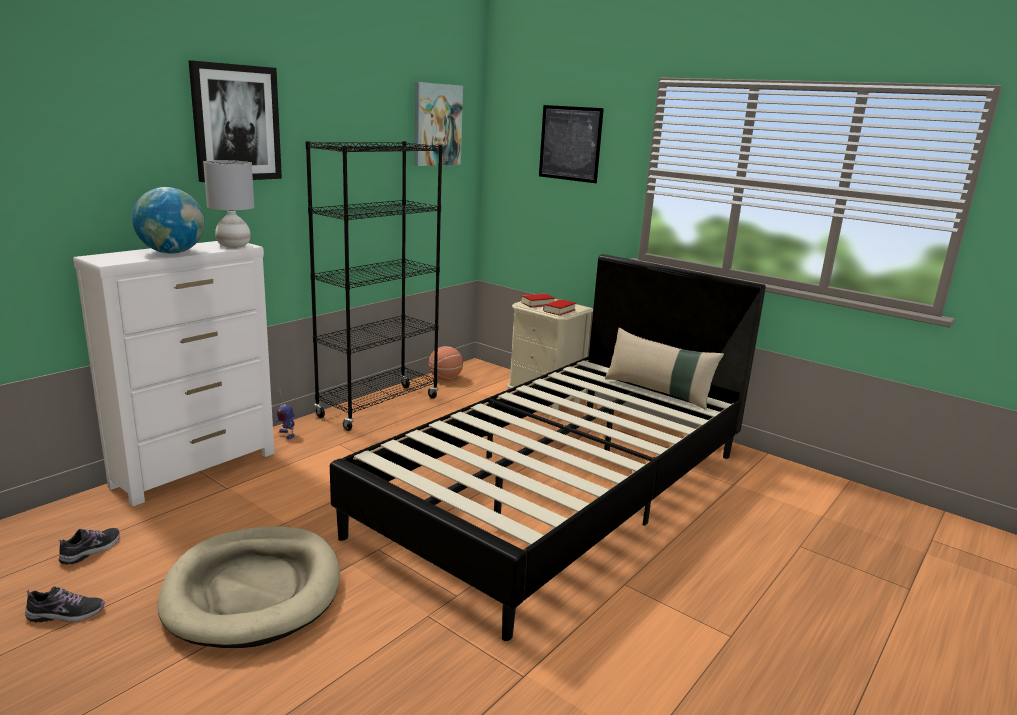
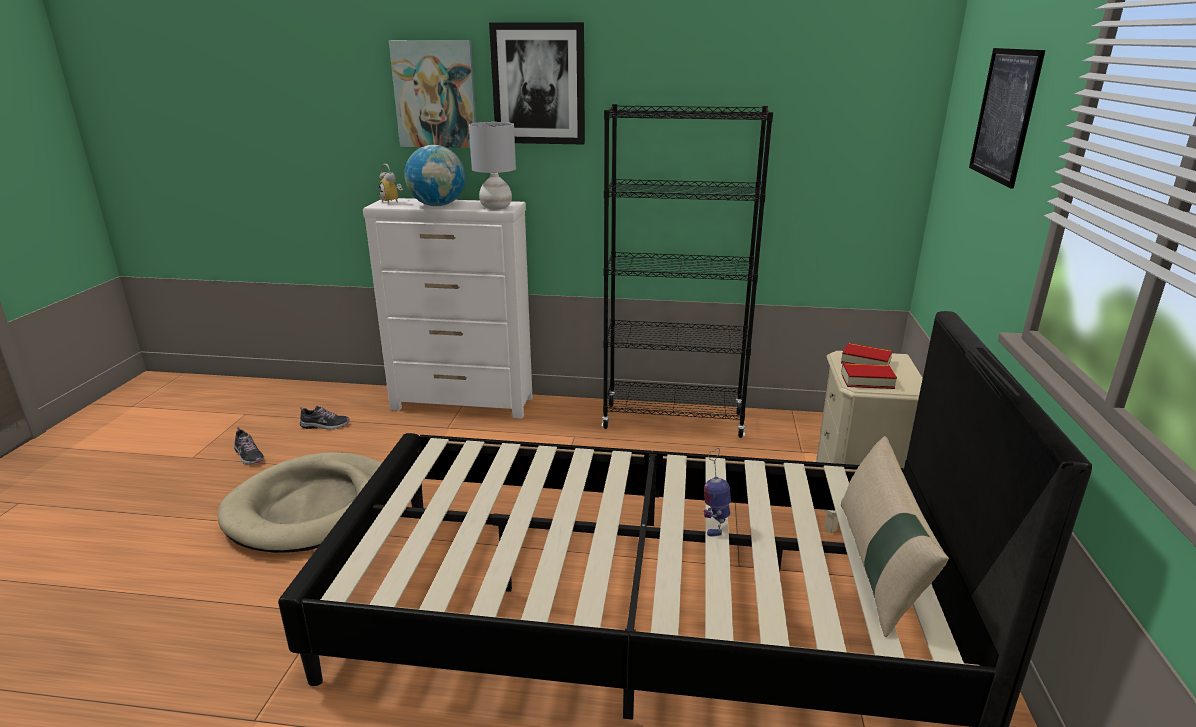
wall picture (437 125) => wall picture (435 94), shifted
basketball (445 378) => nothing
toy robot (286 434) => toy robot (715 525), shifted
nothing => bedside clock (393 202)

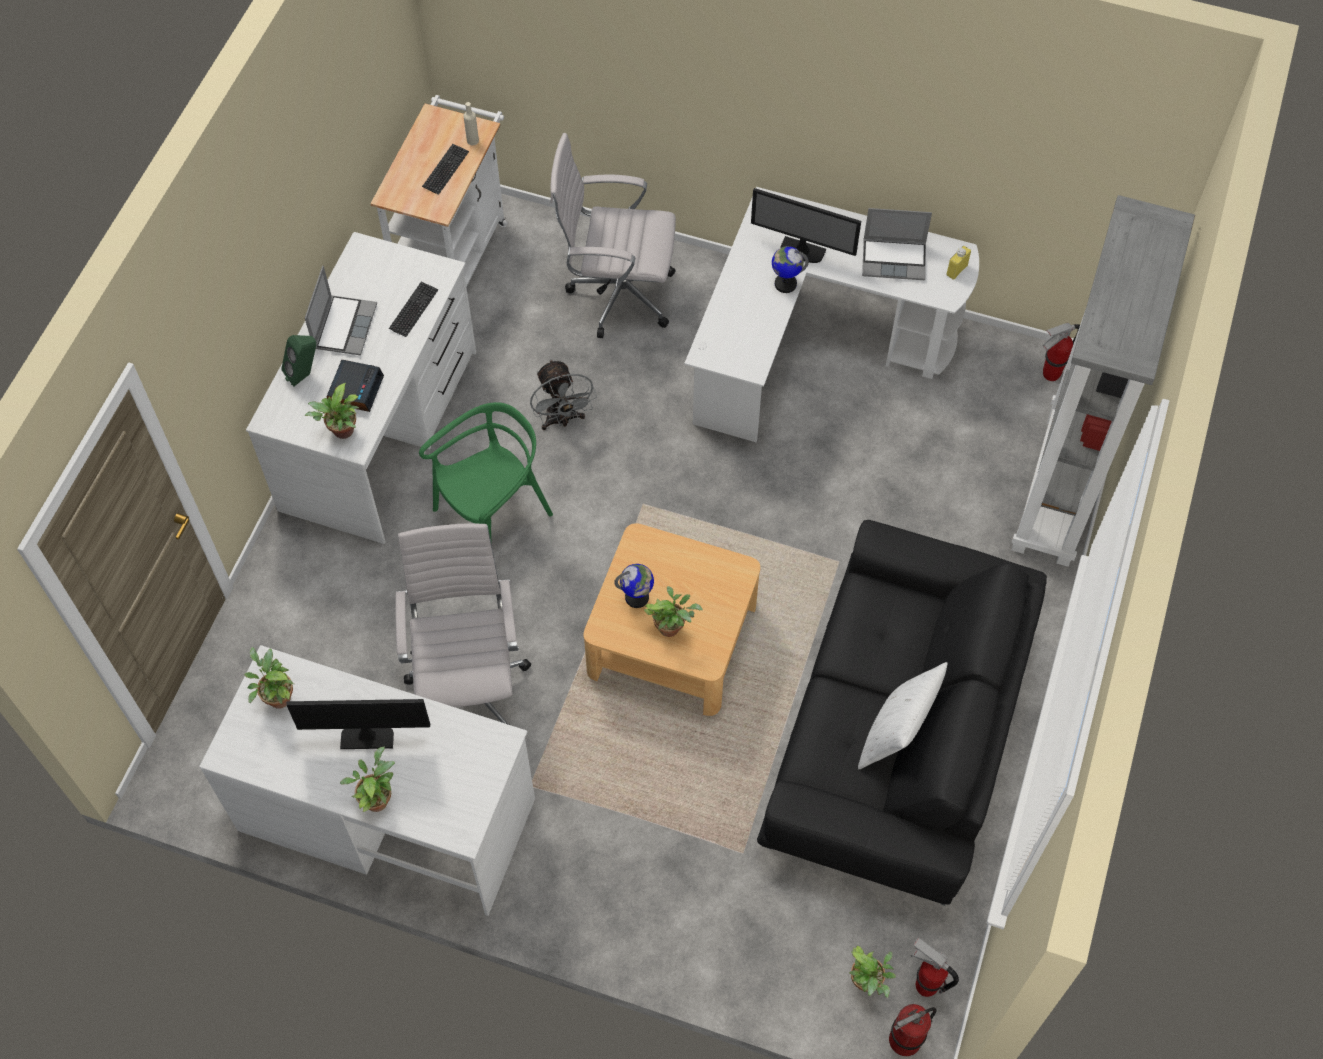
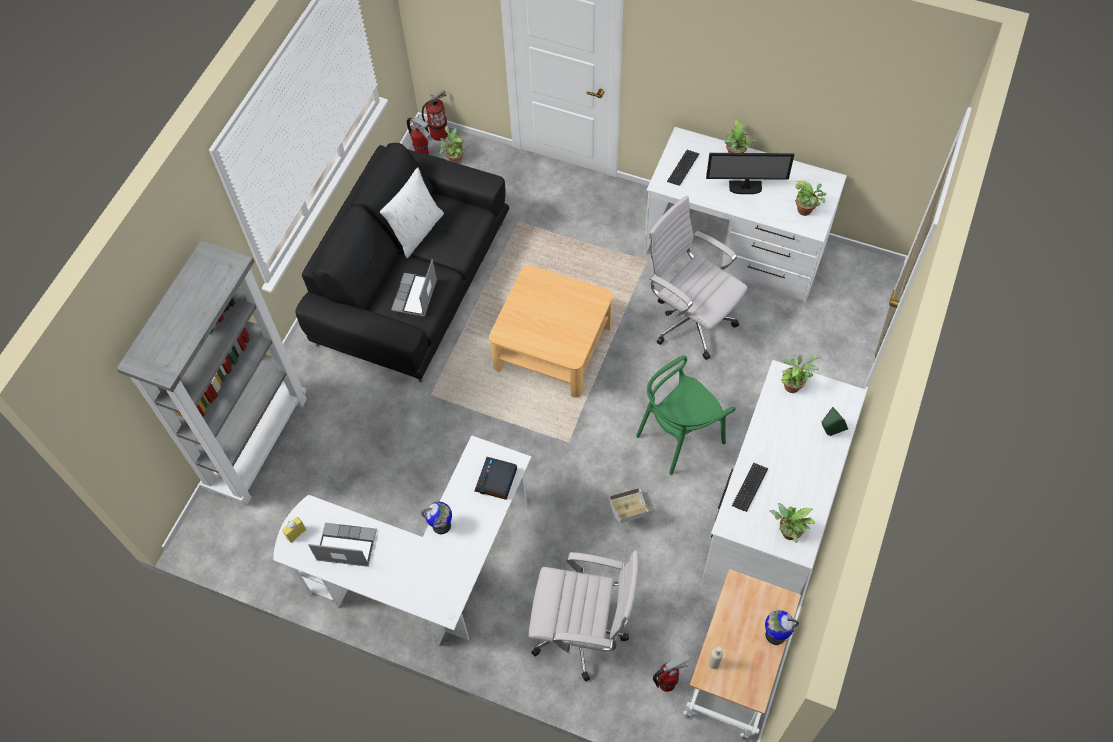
computer keyboard (445 170) => computer keyboard (683 168), shifted
computer display (802 251) => nothing
laptop (344 326) => laptop (415 296), shifted
fire extinguisher (1050 374) => fire extinguisher (667 684), shifted
grey fan (562 420) => cardboard box (629 513)
bedside clock (355 389) => bedside clock (496 481), shifted
whitish office chair (469 684) => whitish office chair (689 320), 135 degrees clockwise
world globe (637 597) => world globe (775 634), shifted
plant in a pot (672 627) => plant in a pot (787 533), shifted

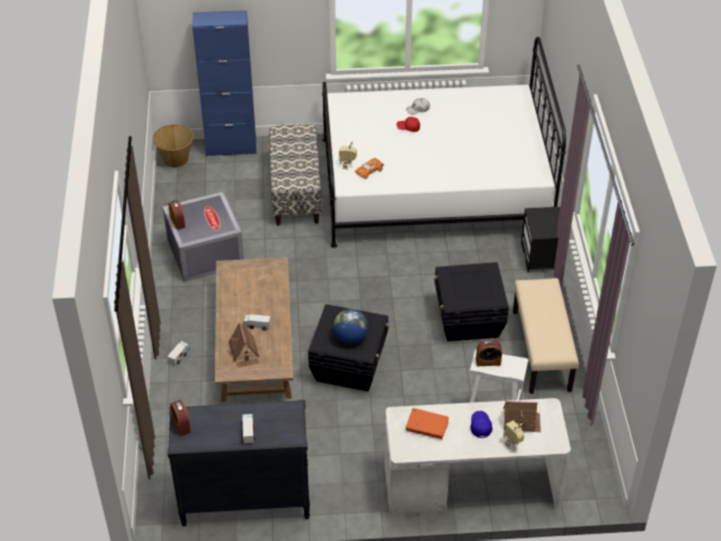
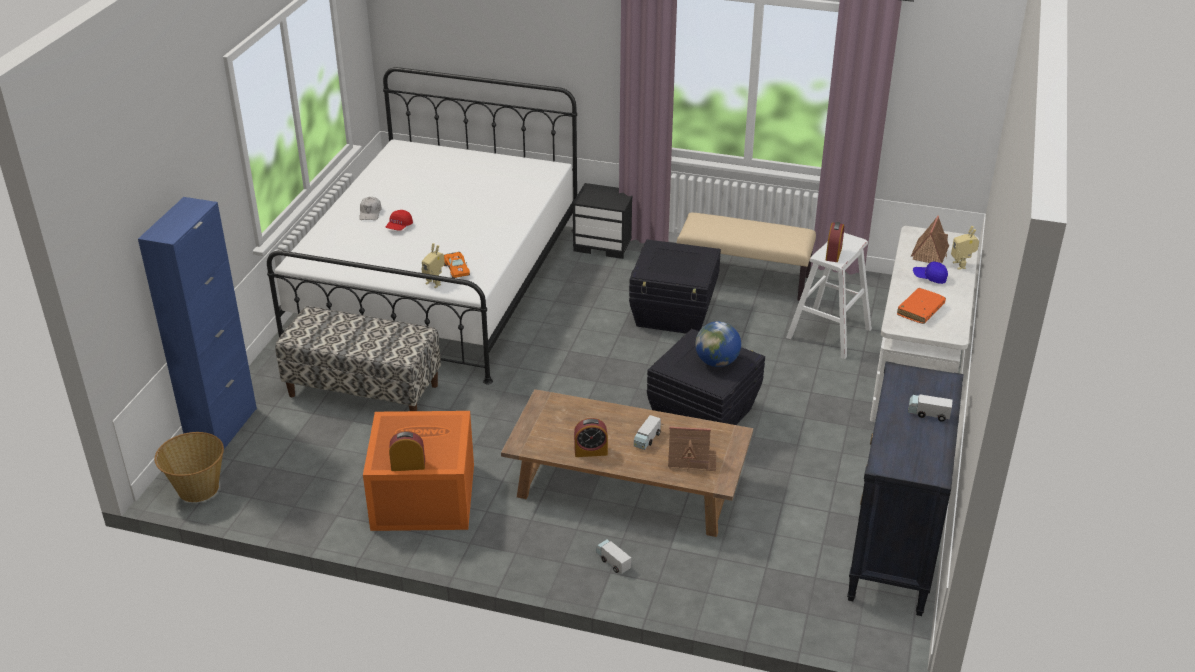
grey storage bin (204 252) => orangey storage bin (421 498)
bedside clock (181 425) => bedside clock (591 451), shifted

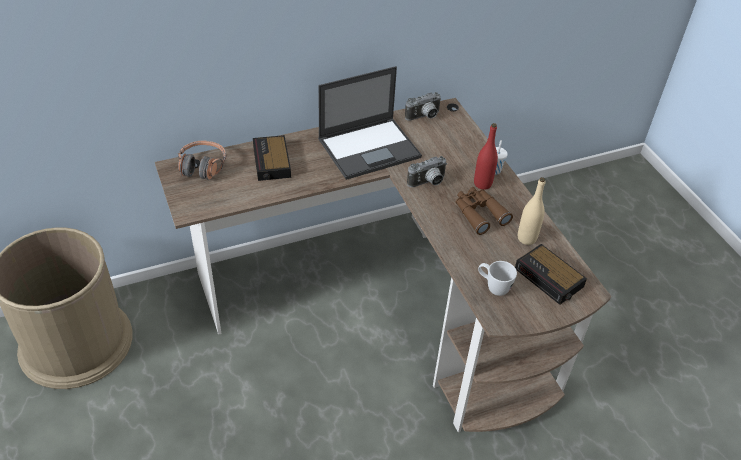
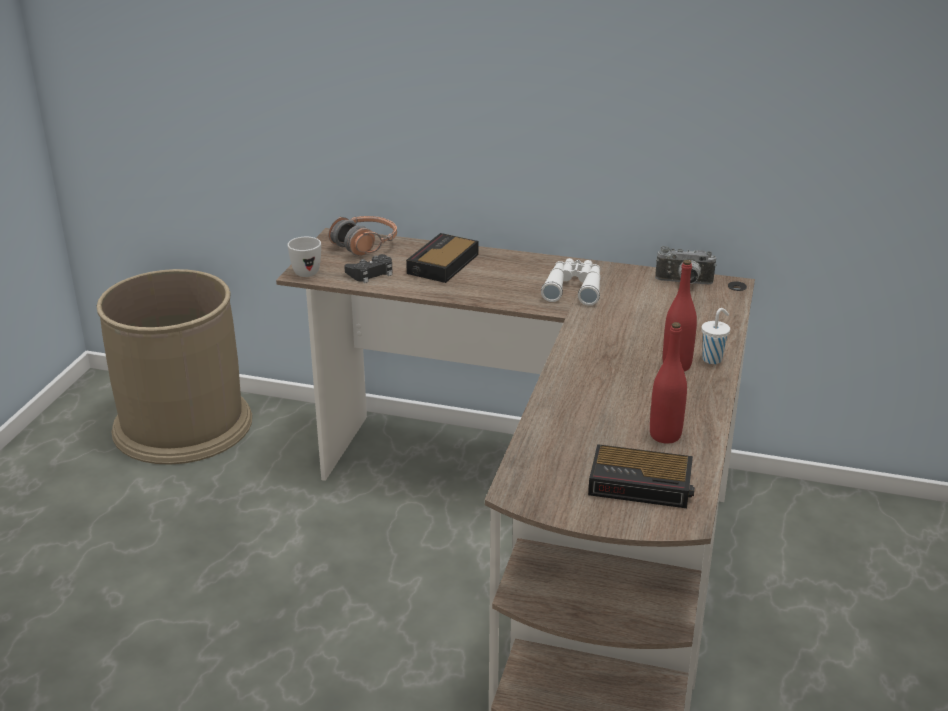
laptop (370 148) => whitish field glasses (574 288)
photo camera (428 183) => nothing
beige-coloured beverage bottle (526 238) => reddish beverage bottle (665 435)
brown-coloured field glasses (479 213) => nothing
bedside clock (550 278) => bedside clock (642 484), 75 degrees counterclockwise
whitish coffee mug (493 287) => whitish coffee mug (305 271), shifted
nothing => black joypad (371 273)

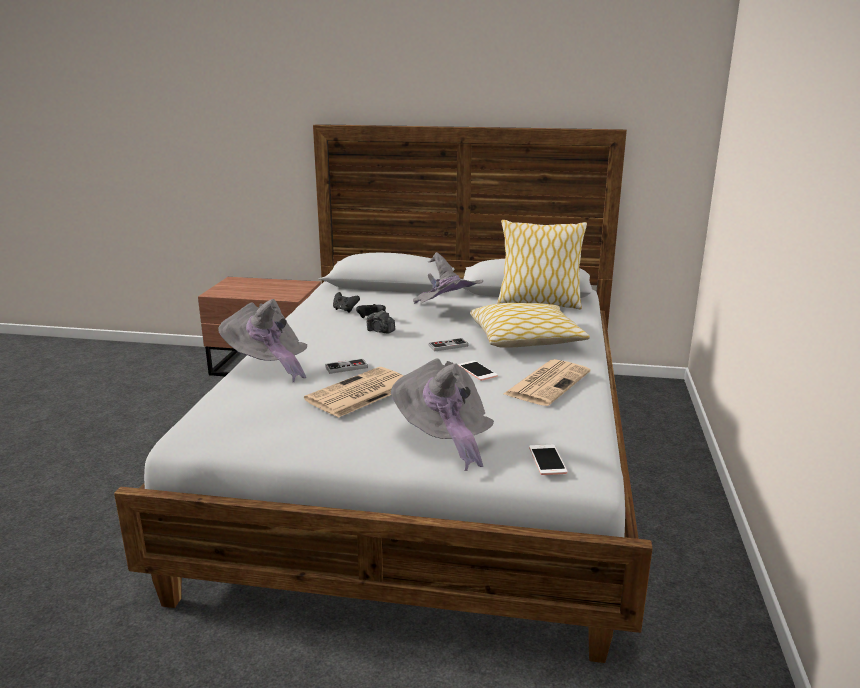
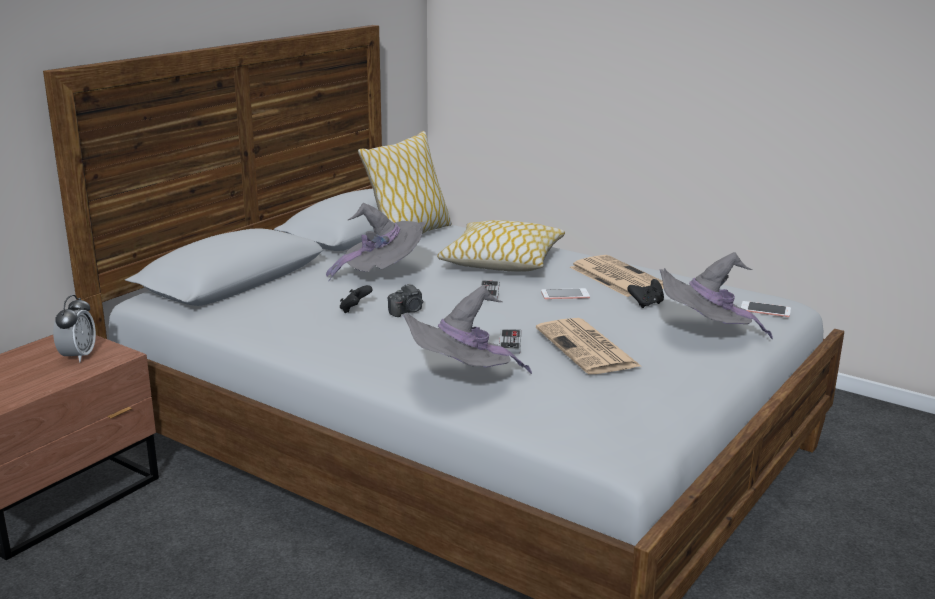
black joypad (345 310) => black joypad (646 304), shifted
nothing => bedside clock (78 356)

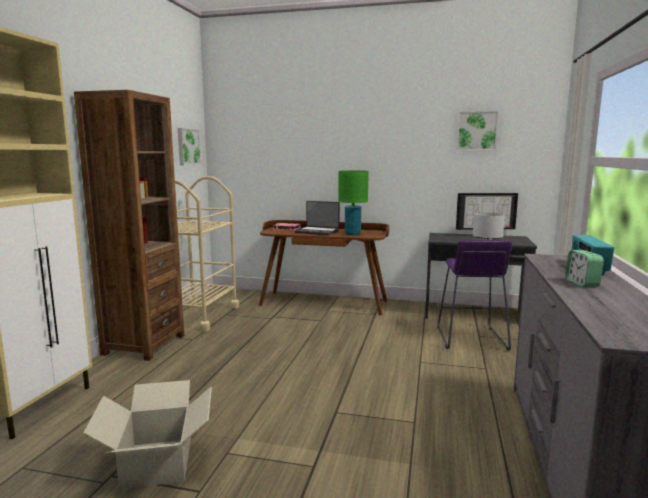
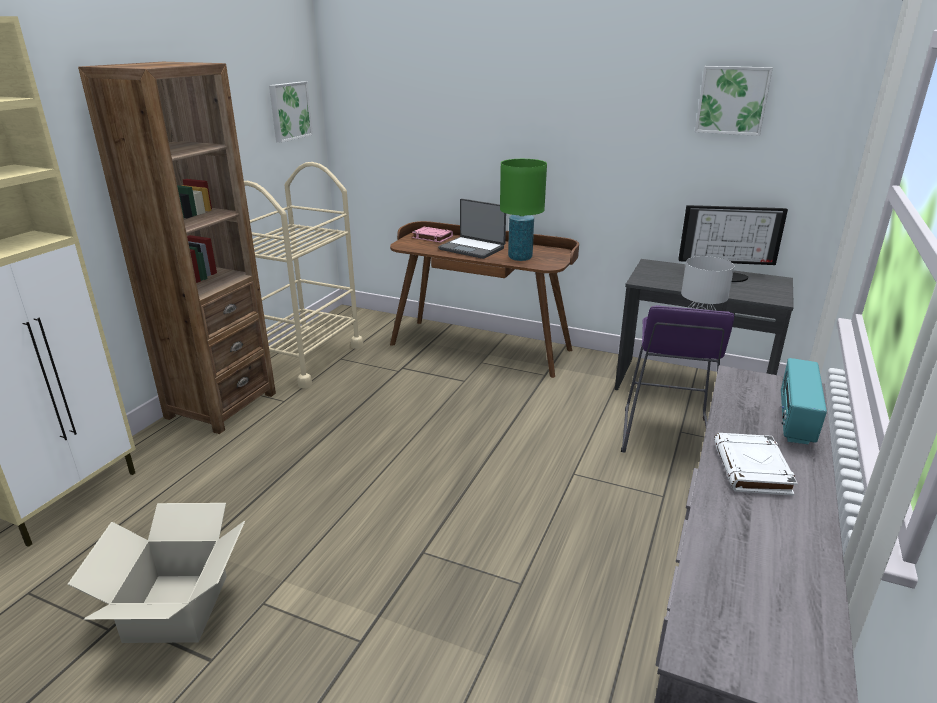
bedside clock (582 283) => whitish bound book (752 469)

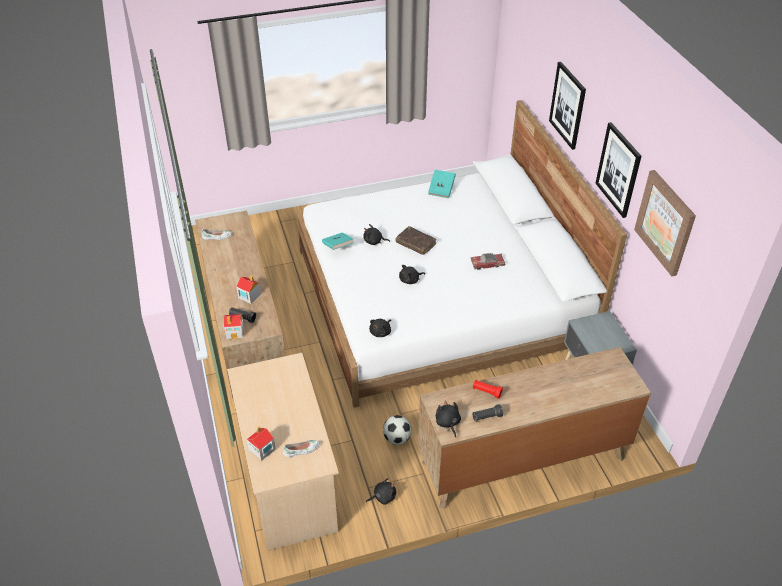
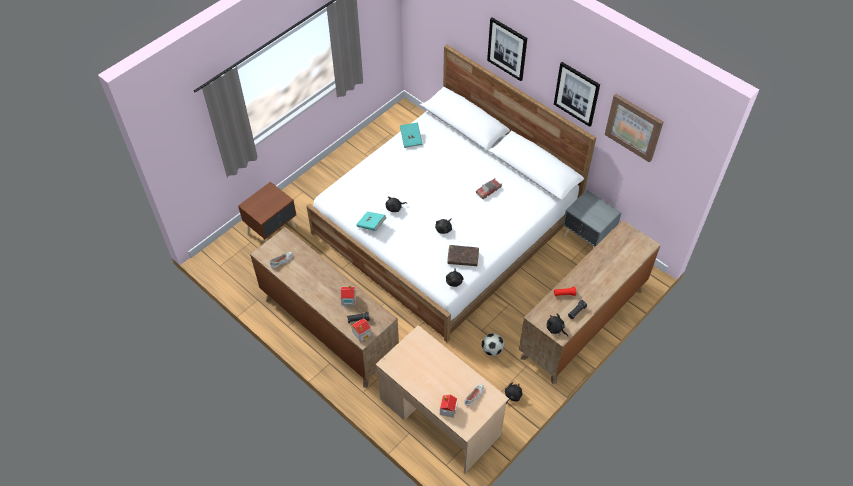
brown-coloured bound book (415 244) => brown-coloured bound book (463 258), shifted
nothing => brown-coloured nightstand (273 231)

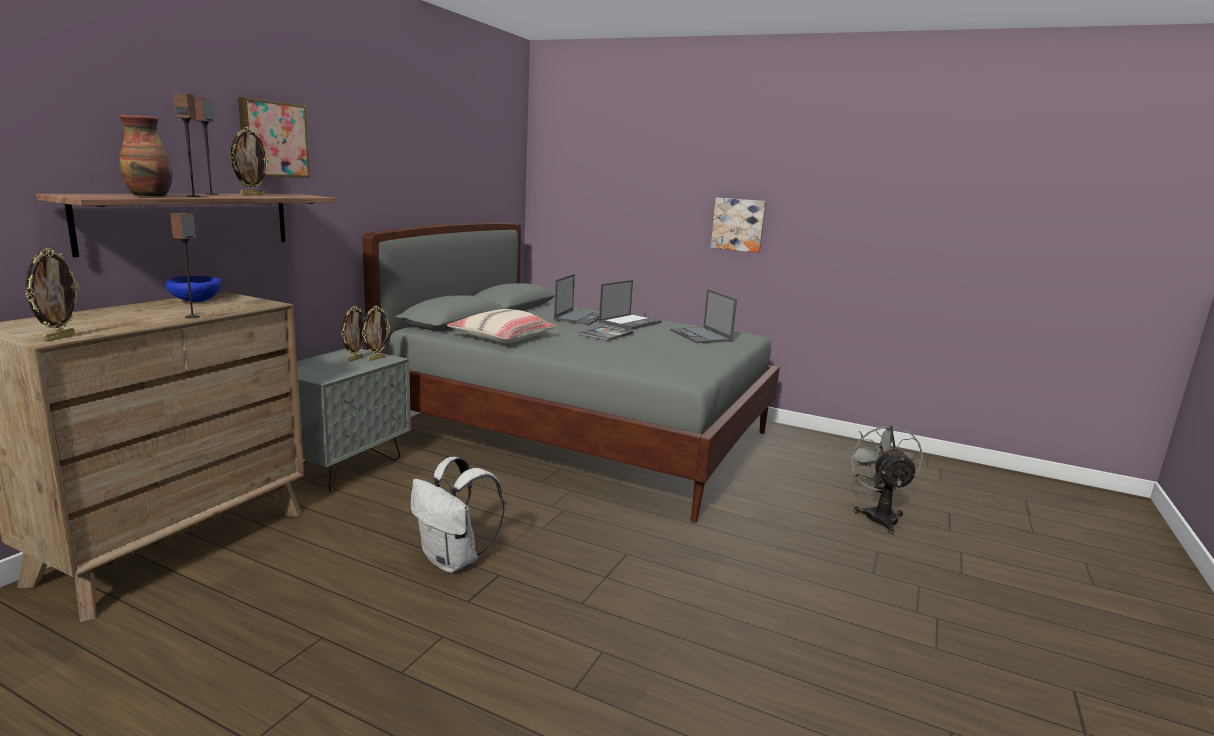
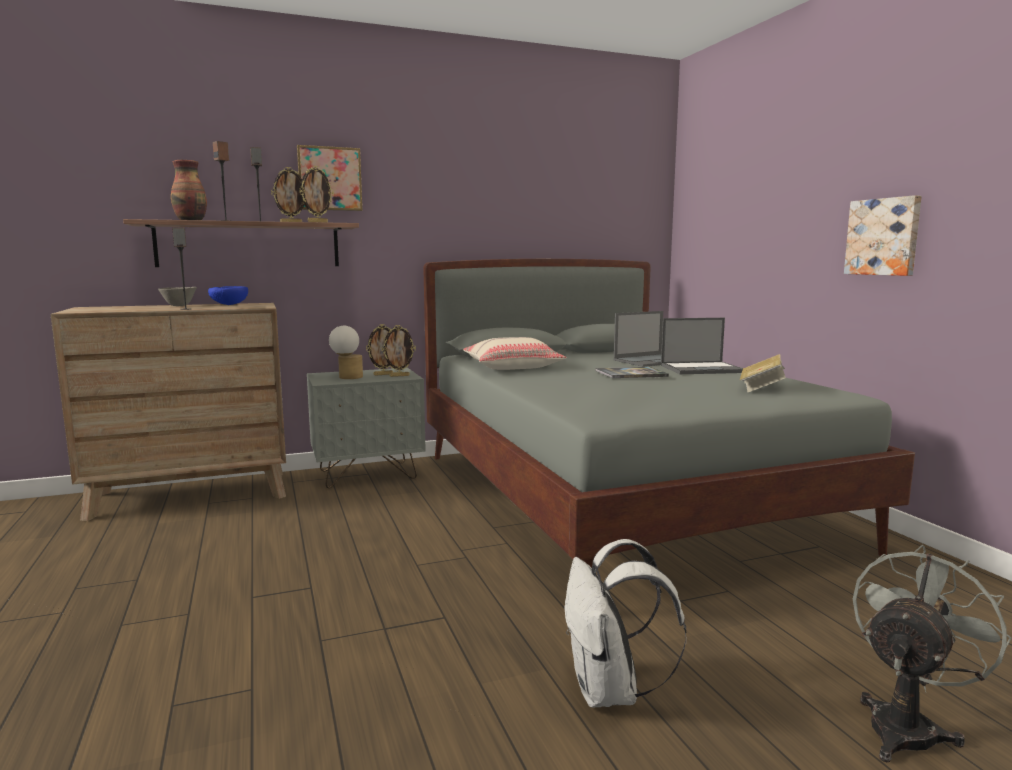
standing frame (59 337) => standing frame (317 222), shifted
laptop (701 336) => bound book (761 388)
whitish rucksack (454 561) => whitish rucksack (610 691), shifted
nothing => grey bowl (178 306)
nothing => tabletop lamp (347 377)

